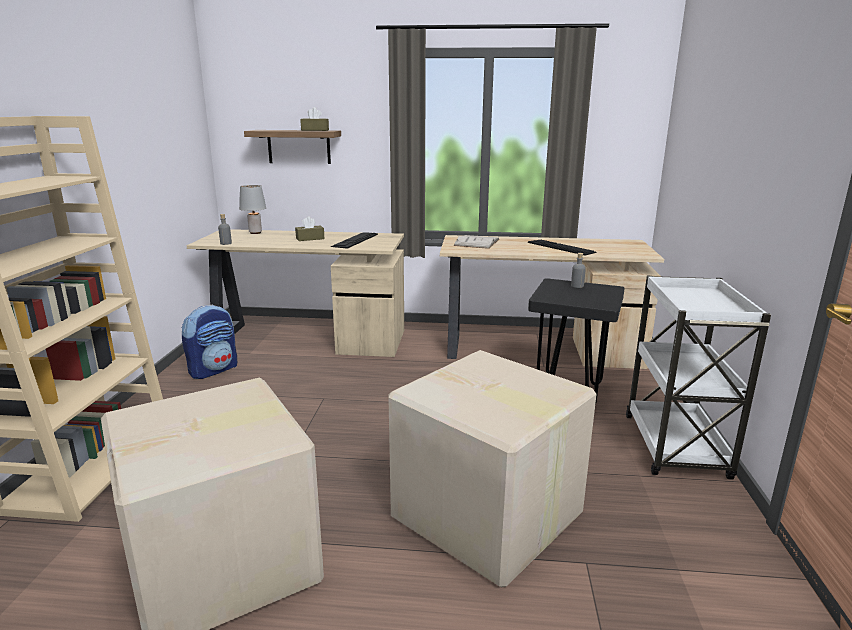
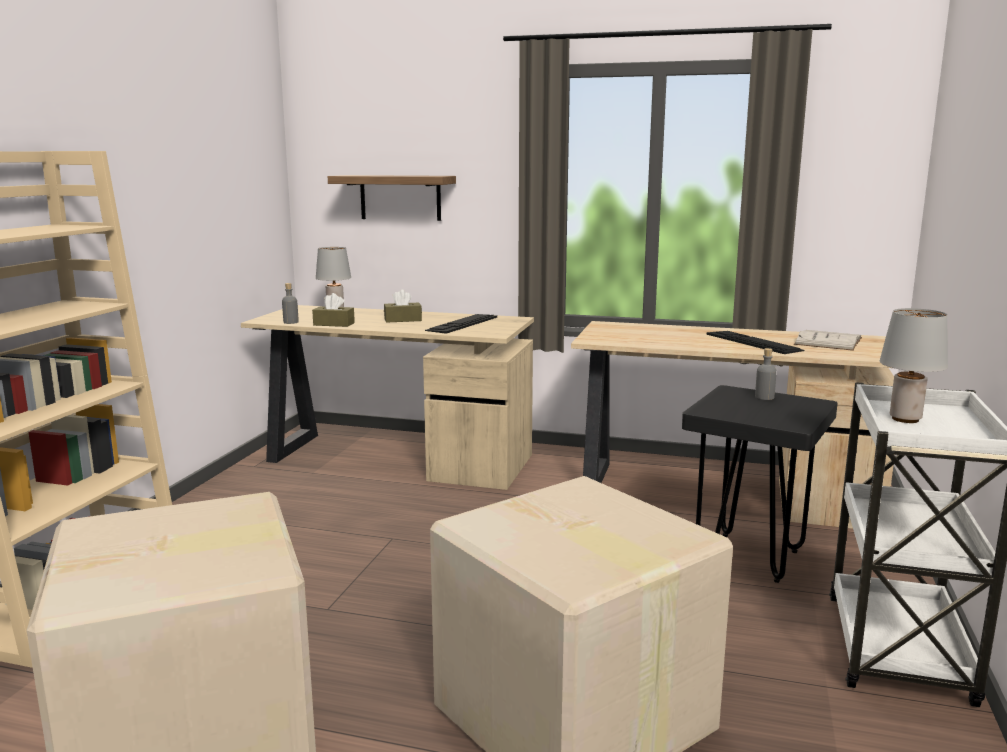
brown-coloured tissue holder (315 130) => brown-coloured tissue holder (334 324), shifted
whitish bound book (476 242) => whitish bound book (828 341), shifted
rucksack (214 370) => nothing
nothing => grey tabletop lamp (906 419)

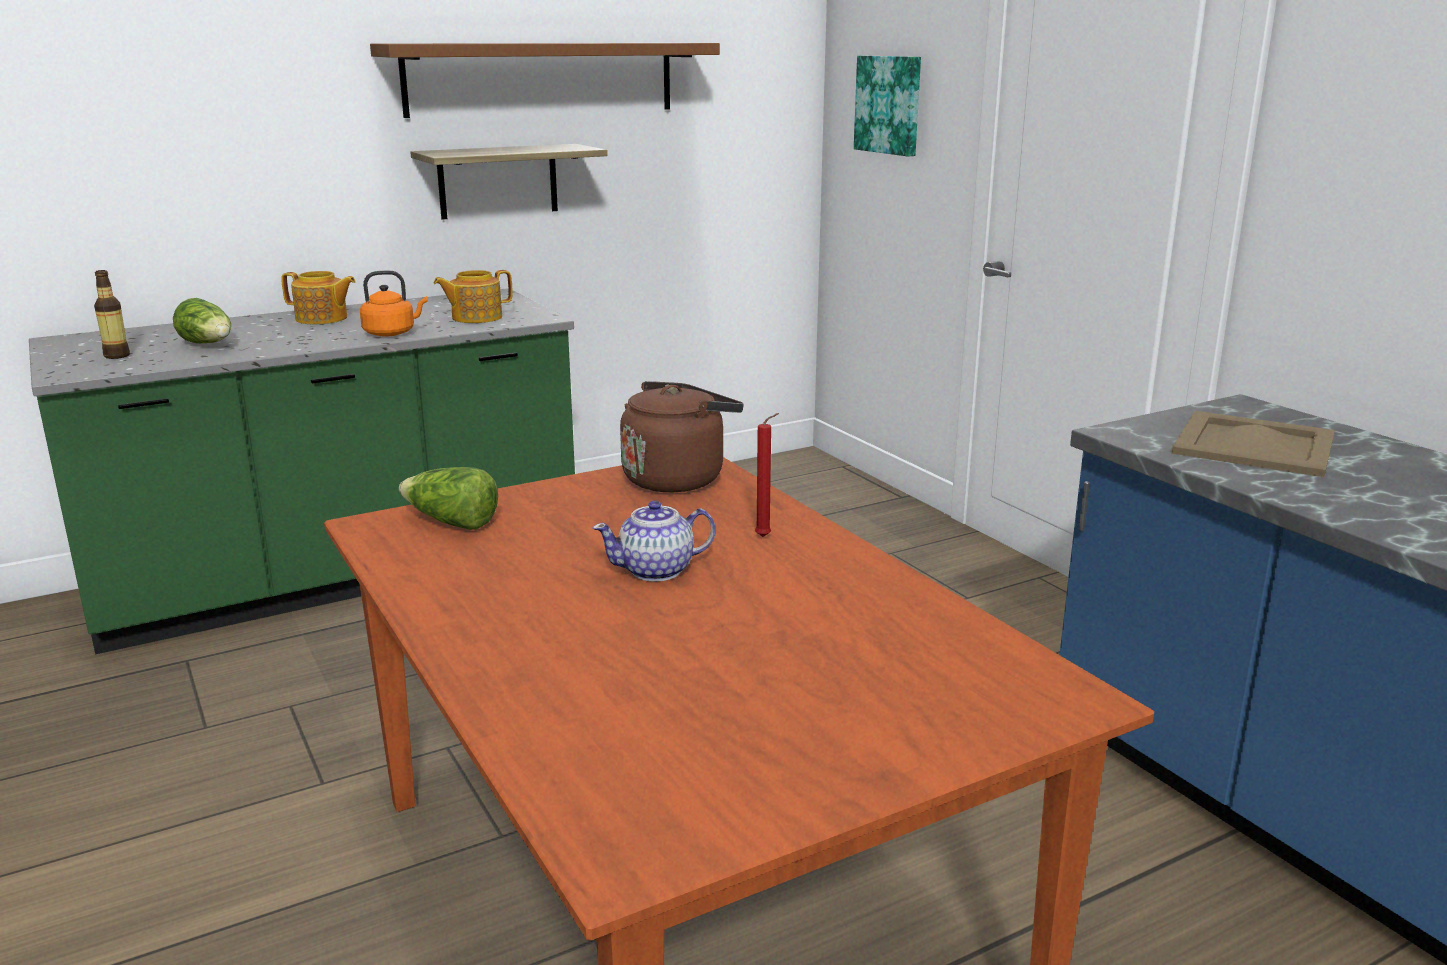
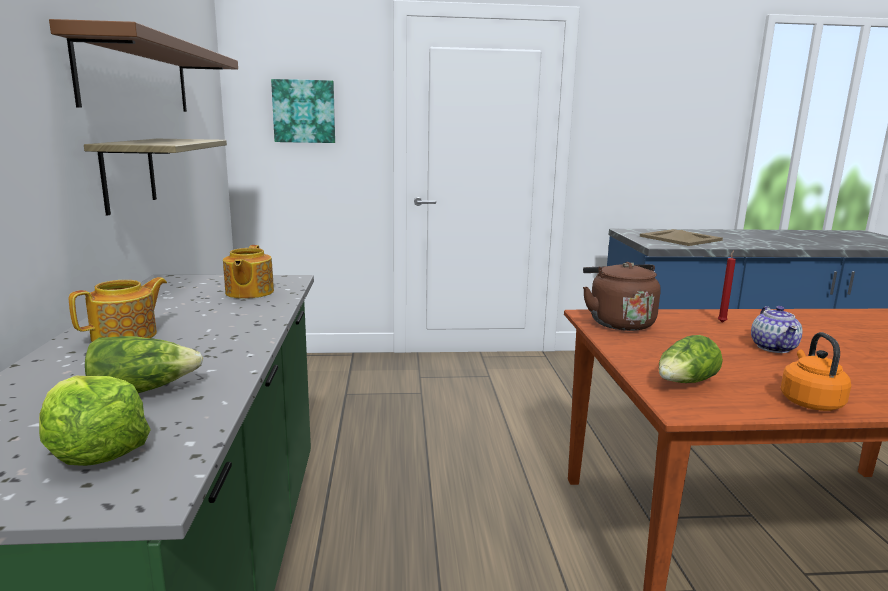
beverage bottle (117 356) => lettuce head (94 450)
orangey tea kettle (392 333) => orangey tea kettle (809 401), shifted

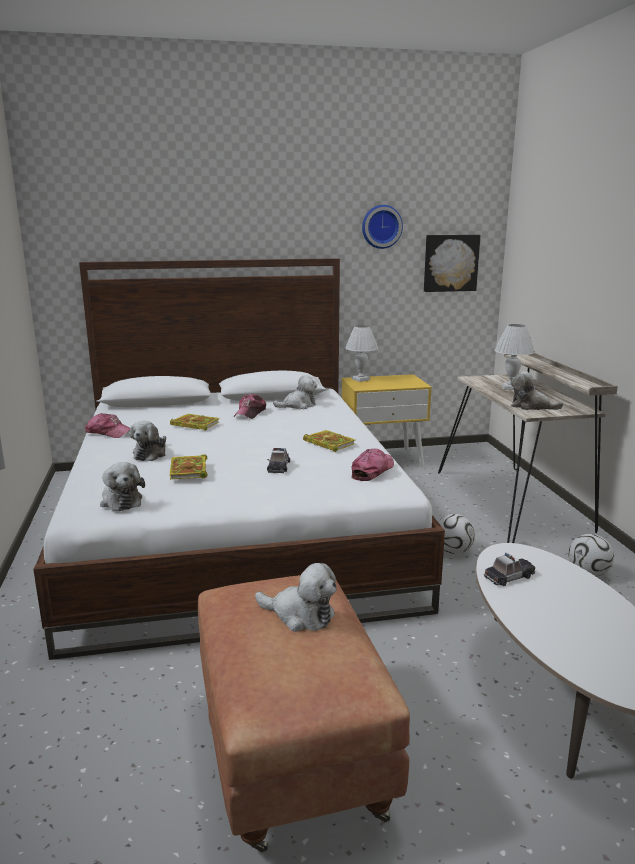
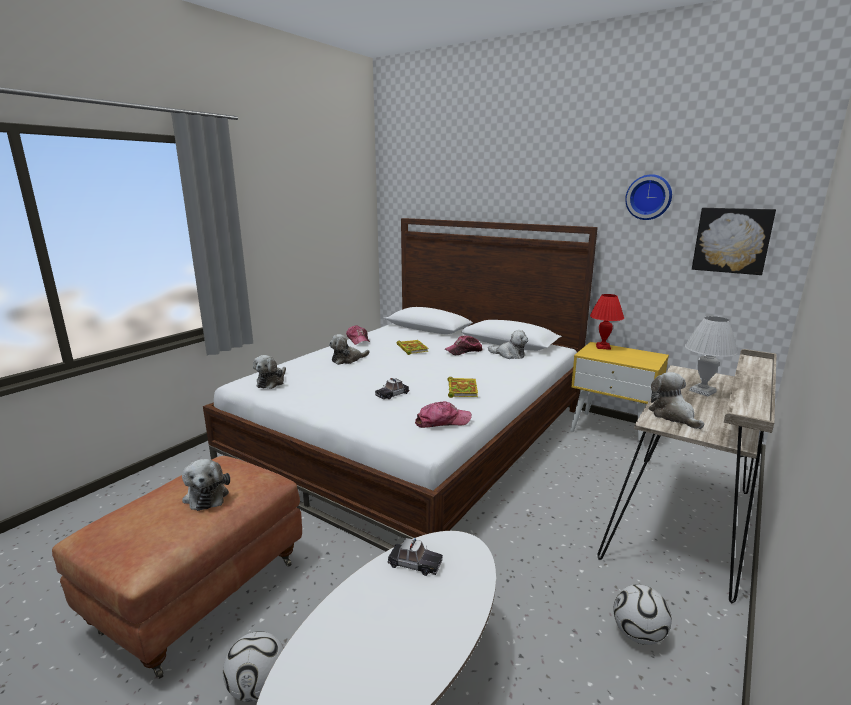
whitish tabletop lamp (361 379) => reddish tabletop lamp (603 347)
bound book (189 471) => nothing
football (453 551) => football (257 687), shifted

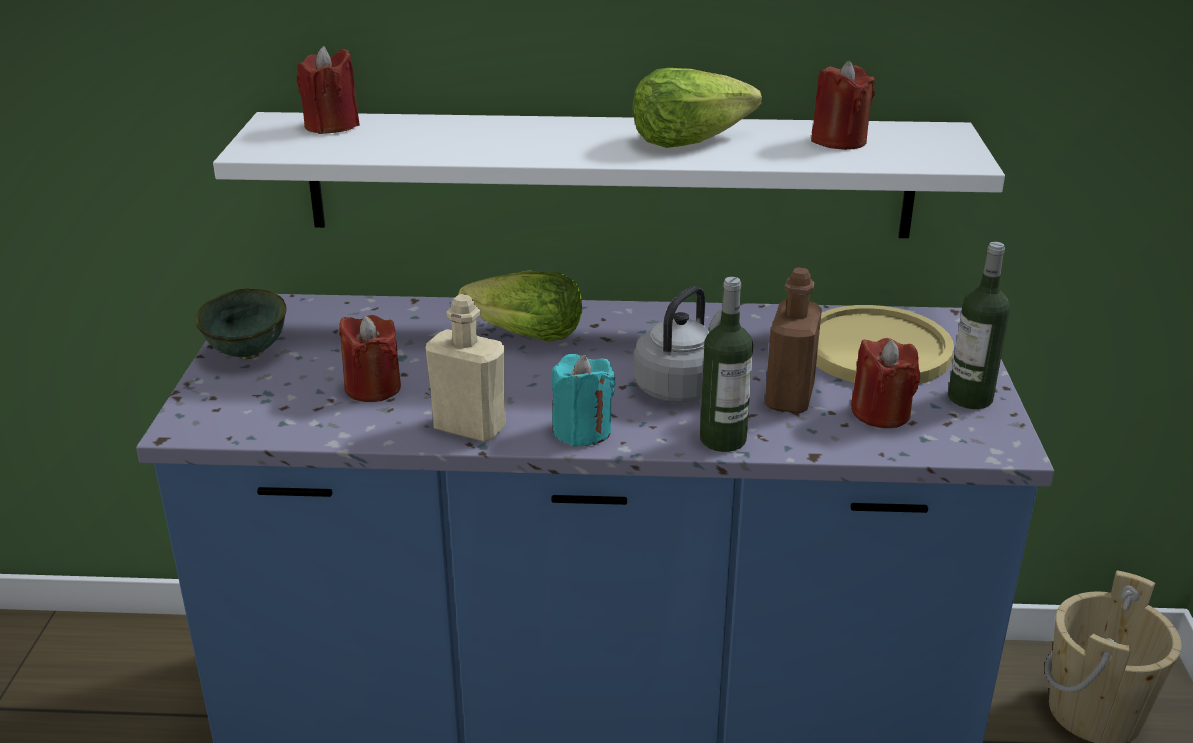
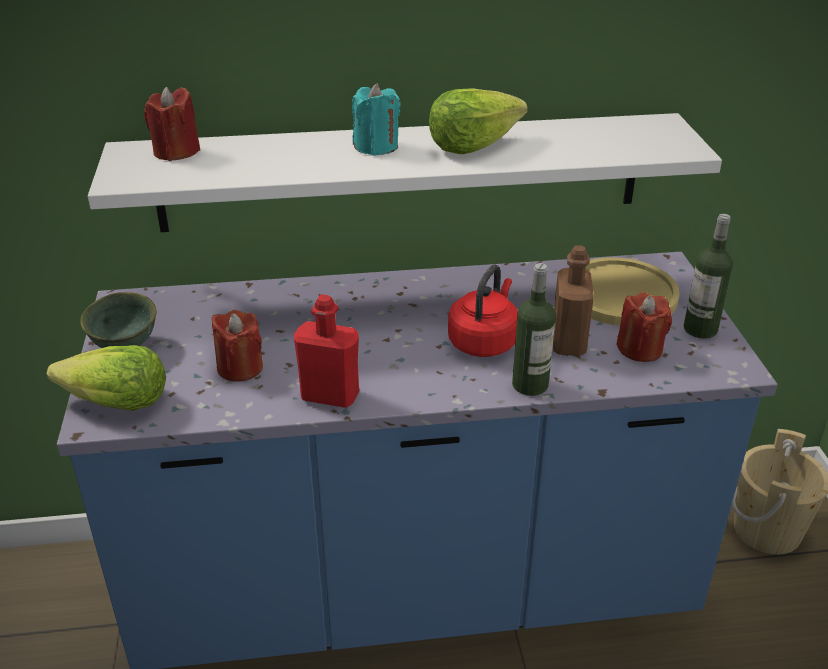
reddish candle (838 140) => nothing
lettuce head (525 335) => lettuce head (115 403), shifted
grey tea kettle (681 386) => reddish tea kettle (484 341)
beige-coloured beverage bottle (469 428) => reddish beverage bottle (330 396)
turquoise candle (582 431) => turquoise candle (376 147), shifted

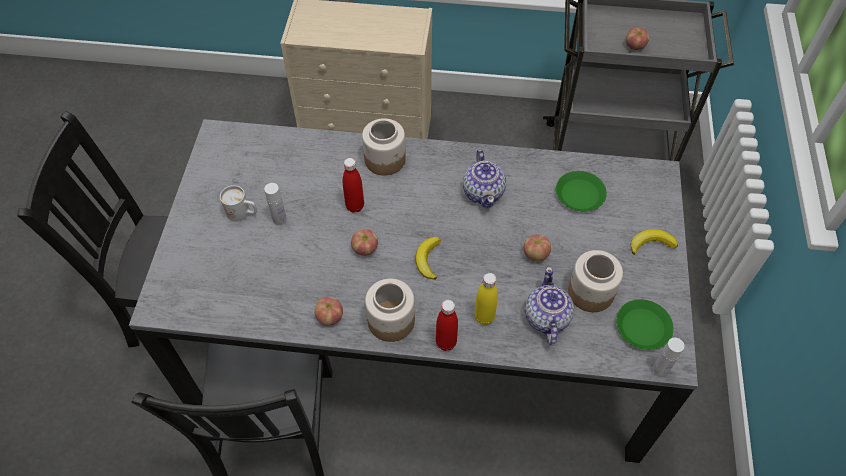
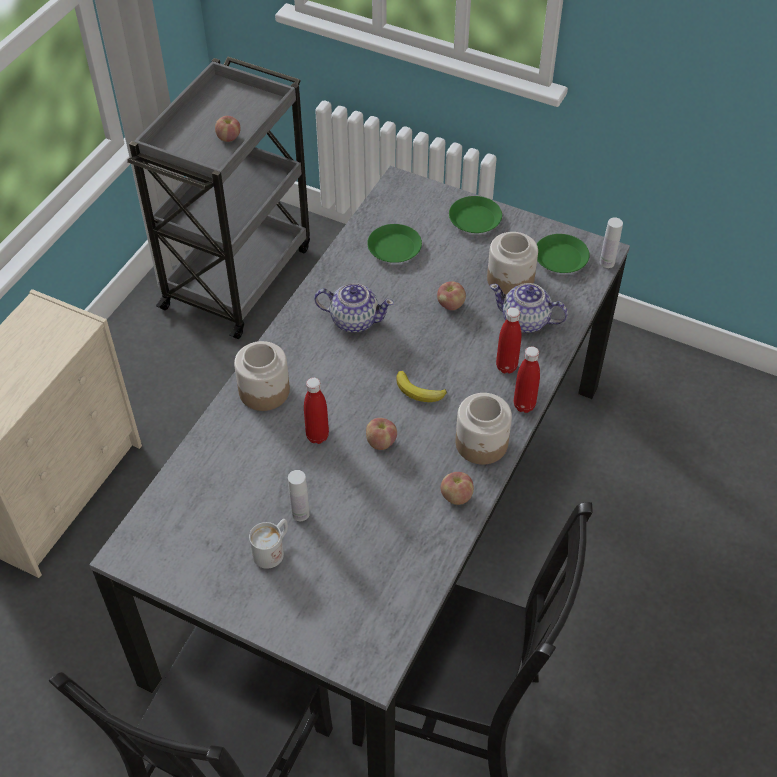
banana fruit (651 243) => green-coloured flat dish (475 219)
yellow-coloured beverage bottle (484 317) => reddish beverage bottle (506 367)

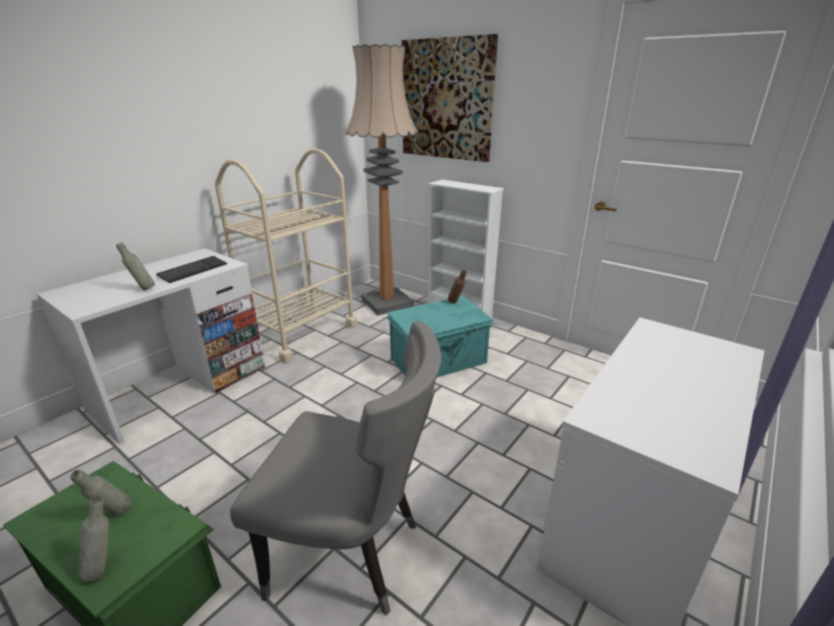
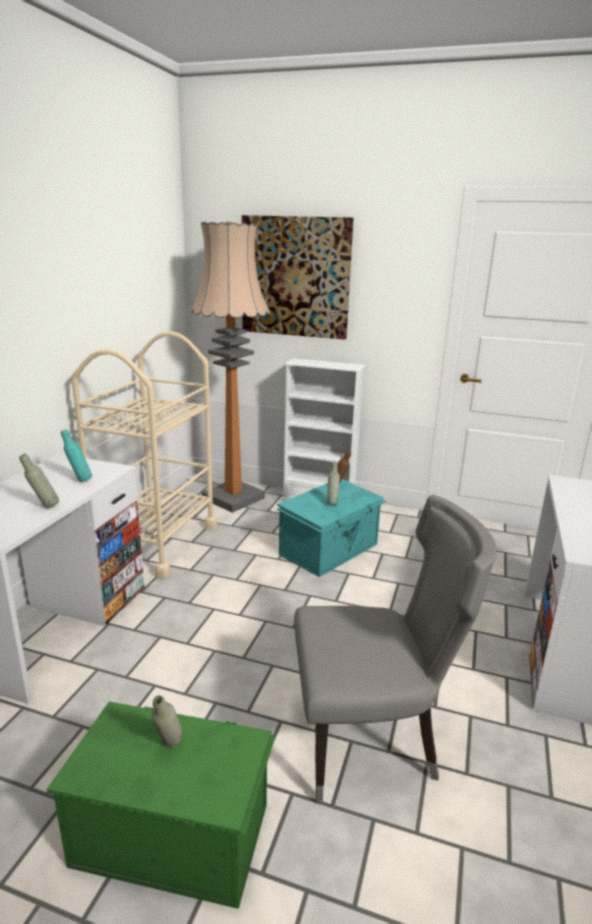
computer keyboard (193 270) => turquoise beverage bottle (79 480)
grey beverage bottle (105 567) => grey beverage bottle (332 502), shifted

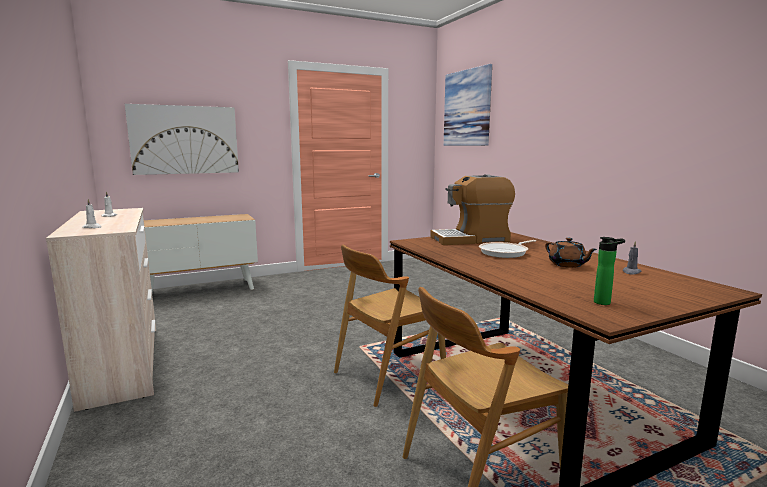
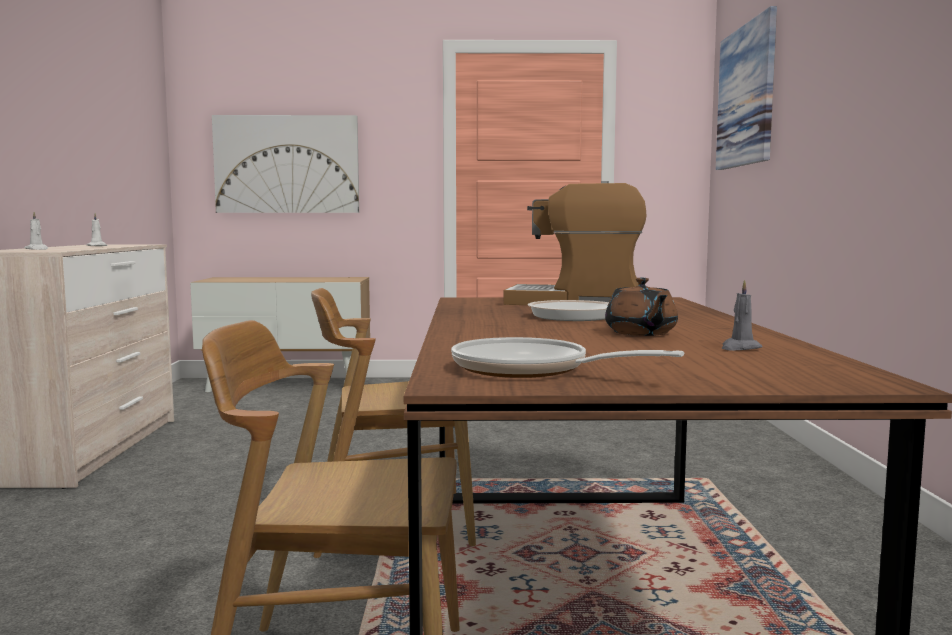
beverage bottle (604 302) => frying pan (530 370)

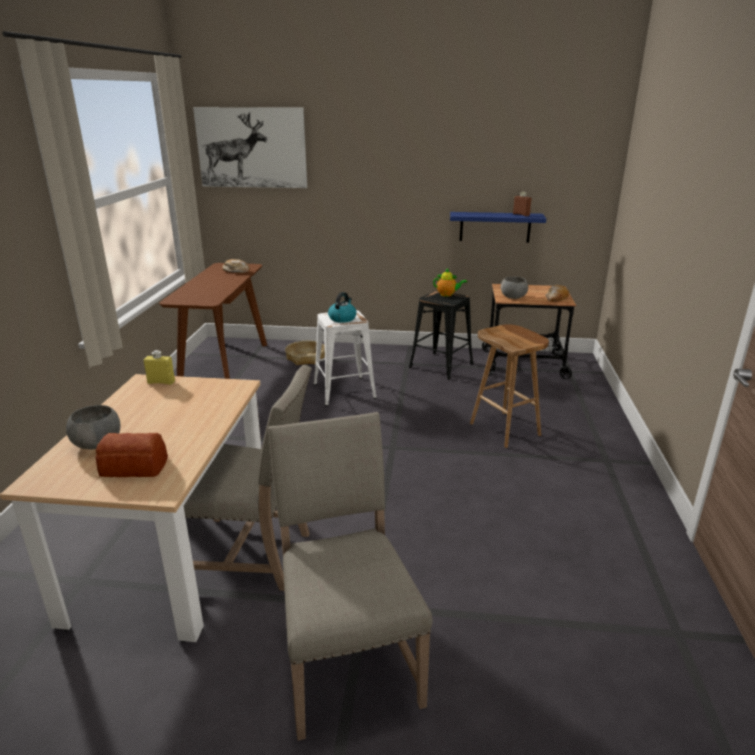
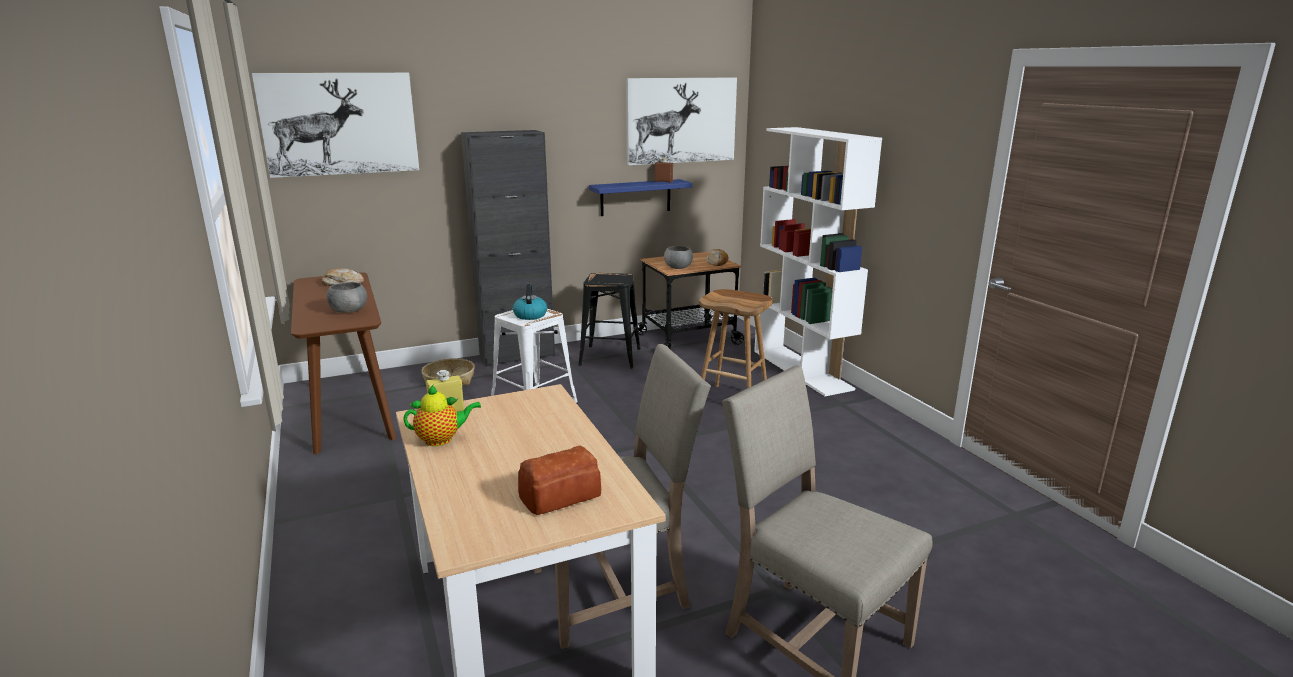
teapot (447 295) => teapot (442 440), shifted
grey bowl (97 444) => grey bowl (348 311), shifted
nothing => wall picture (681 120)
nothing => whitish bookshelf (802 369)
nothing => black cabinet (517 356)

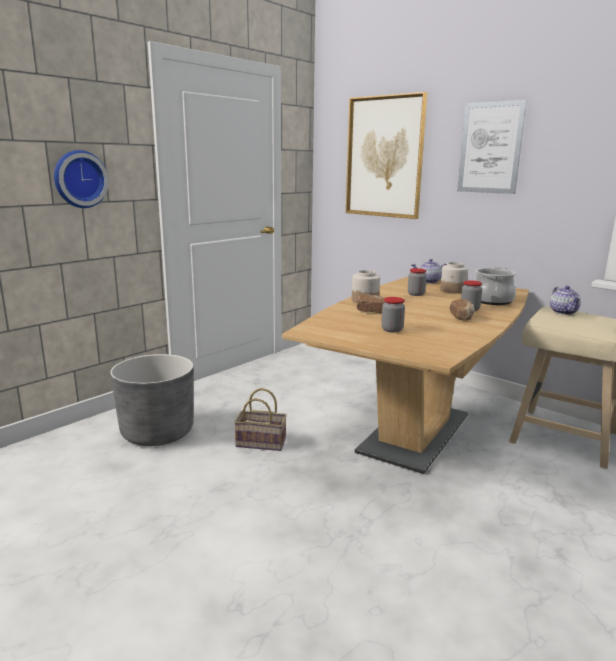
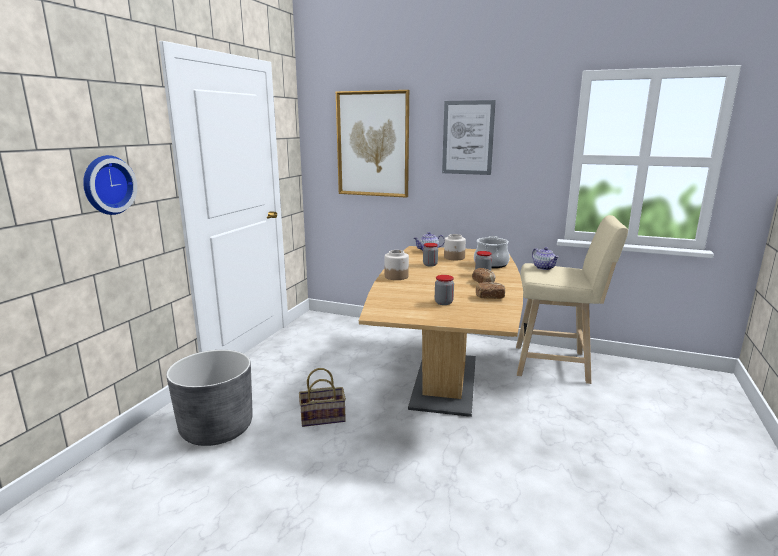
bakery bread (371 311) => bakery bread (490 297), shifted

